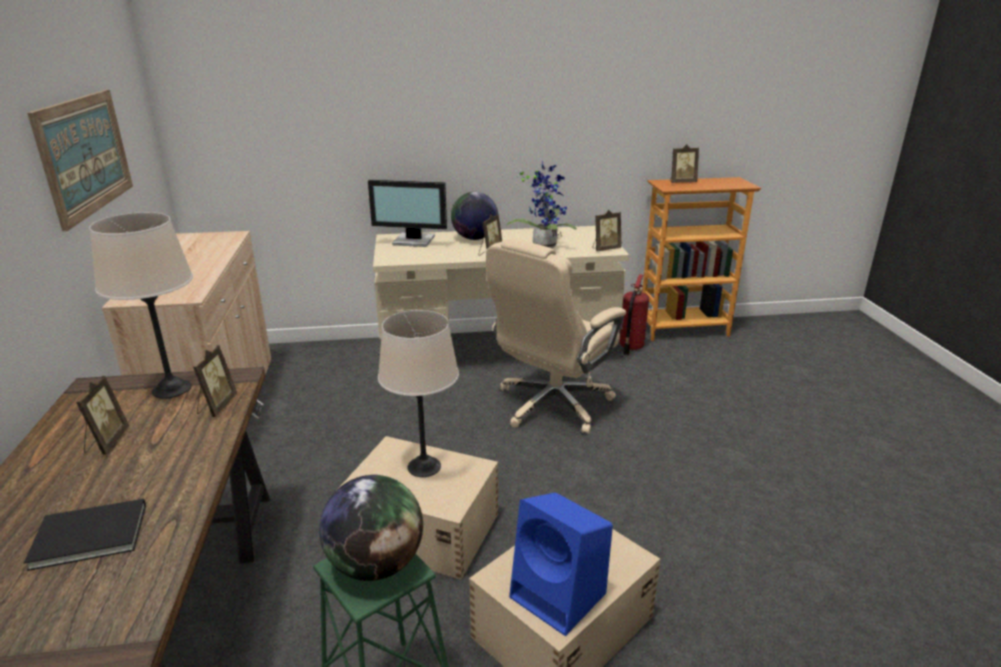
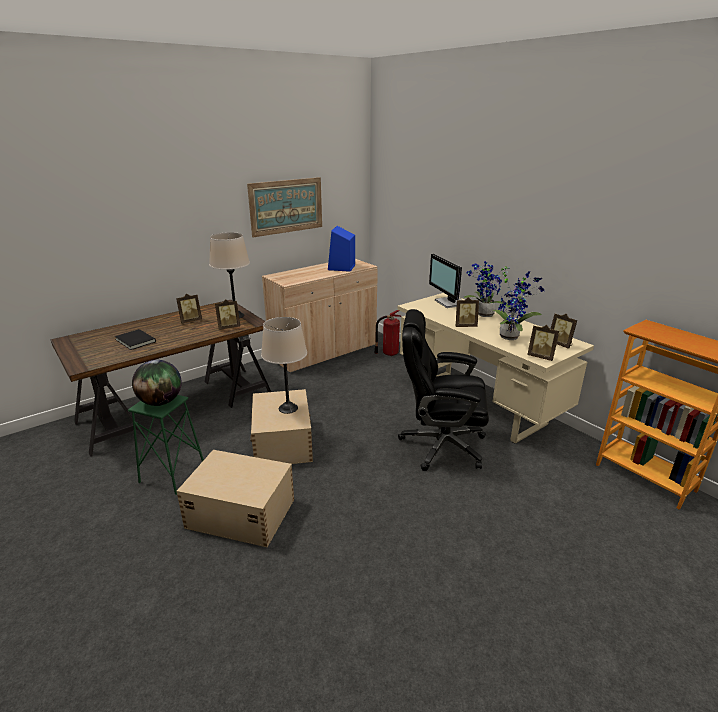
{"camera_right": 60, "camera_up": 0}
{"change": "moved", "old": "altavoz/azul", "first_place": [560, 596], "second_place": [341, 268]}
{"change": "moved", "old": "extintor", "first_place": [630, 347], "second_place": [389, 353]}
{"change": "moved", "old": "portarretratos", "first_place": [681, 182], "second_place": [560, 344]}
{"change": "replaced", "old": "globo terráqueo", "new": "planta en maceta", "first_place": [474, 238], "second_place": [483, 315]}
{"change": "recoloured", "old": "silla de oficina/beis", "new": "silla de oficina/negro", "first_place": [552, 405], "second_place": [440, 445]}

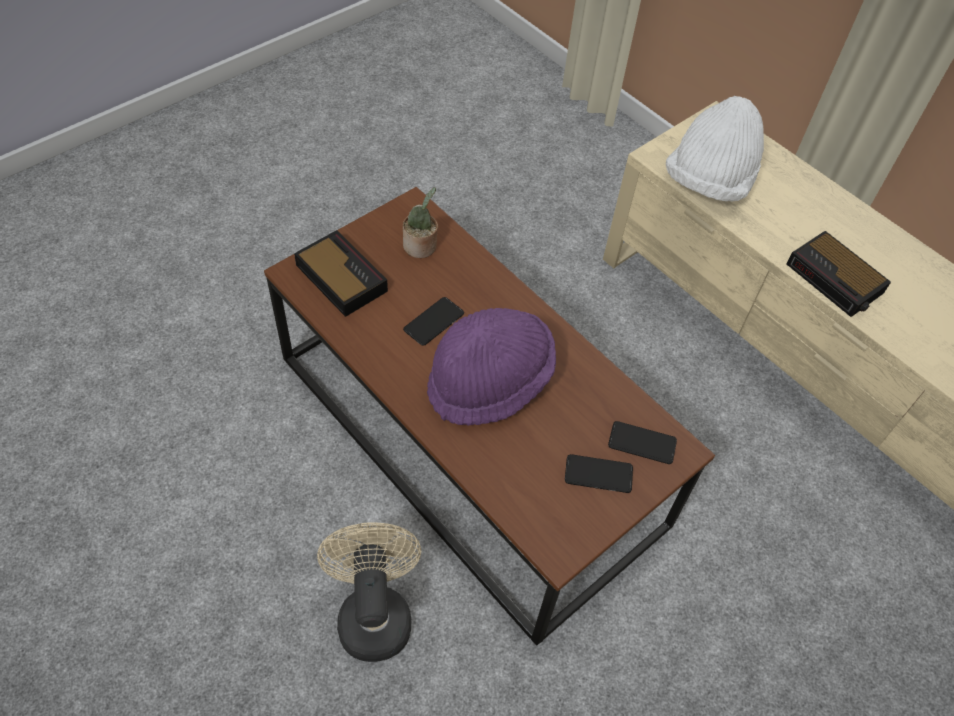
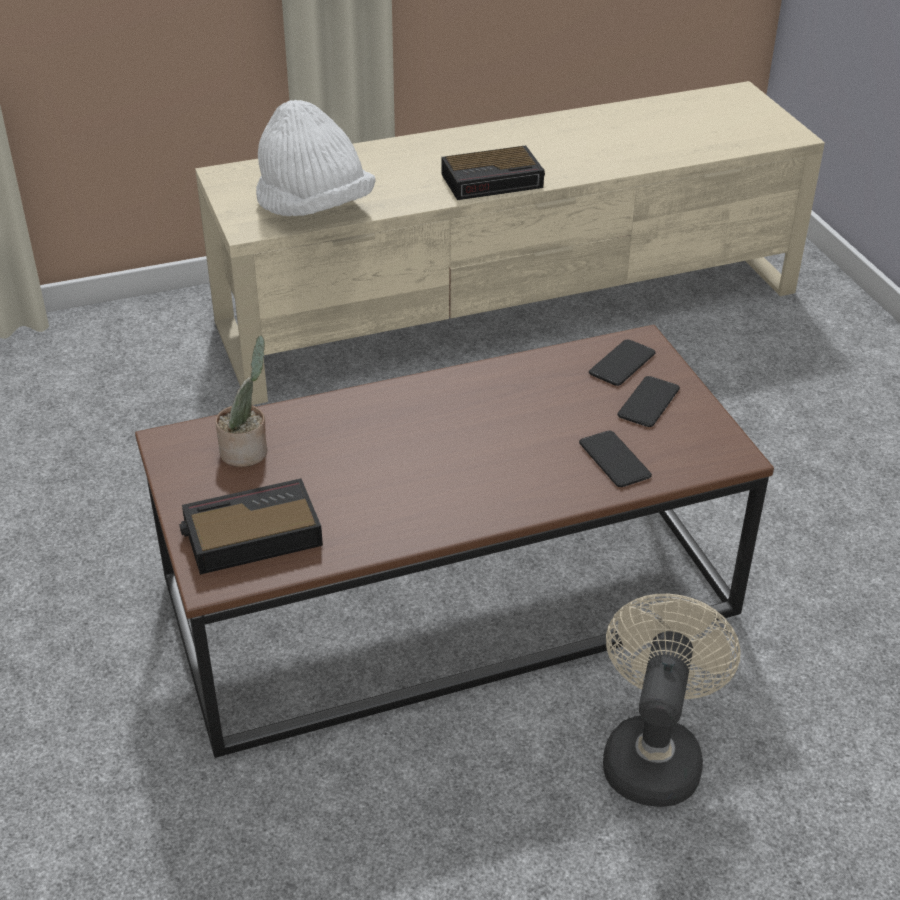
{"camera_right": -65, "camera_up": -15}
{"change": "removed", "old": "sombrero/morado", "first_place": [489, 382]}
{"change": "moved", "old": "móvil", "first_place": [434, 322], "second_place": [614, 460]}
{"change": "turned", "old": "ventilador/beis", "first_place": [373, 612], "second_place": [653, 753], "degrees": 90}

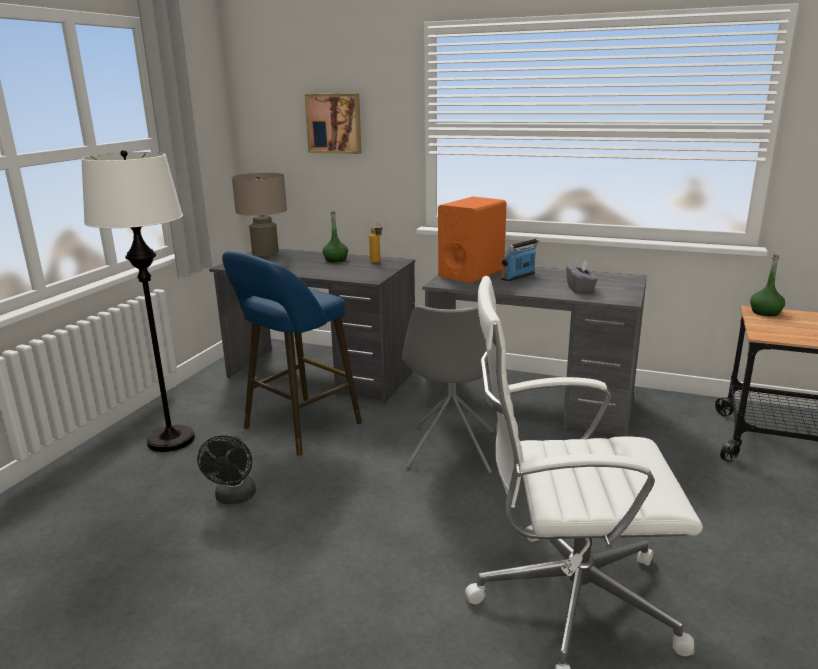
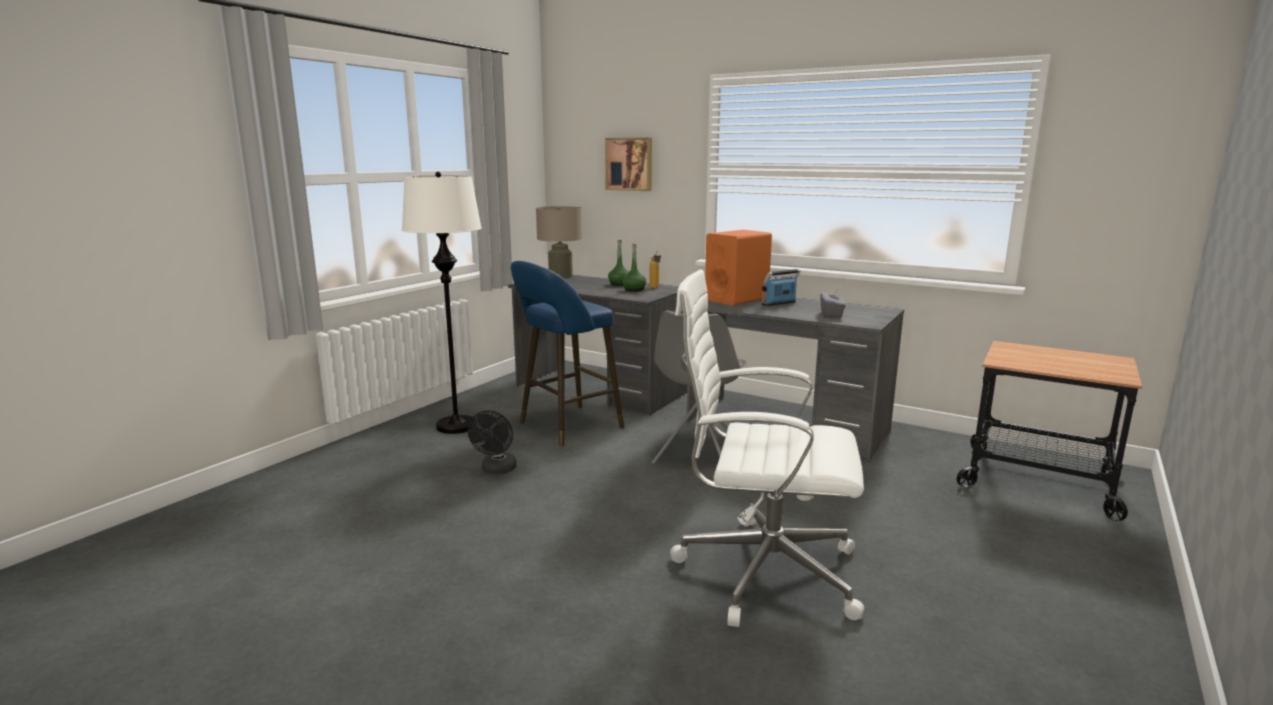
{"camera_right": 10, "camera_up": -5}
{"change": "moved", "old": "botella/verde", "first_place": [765, 312], "second_place": [634, 290]}

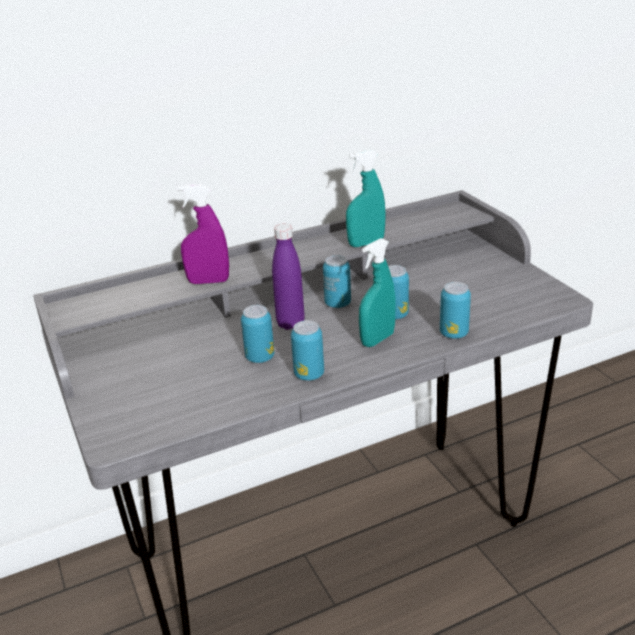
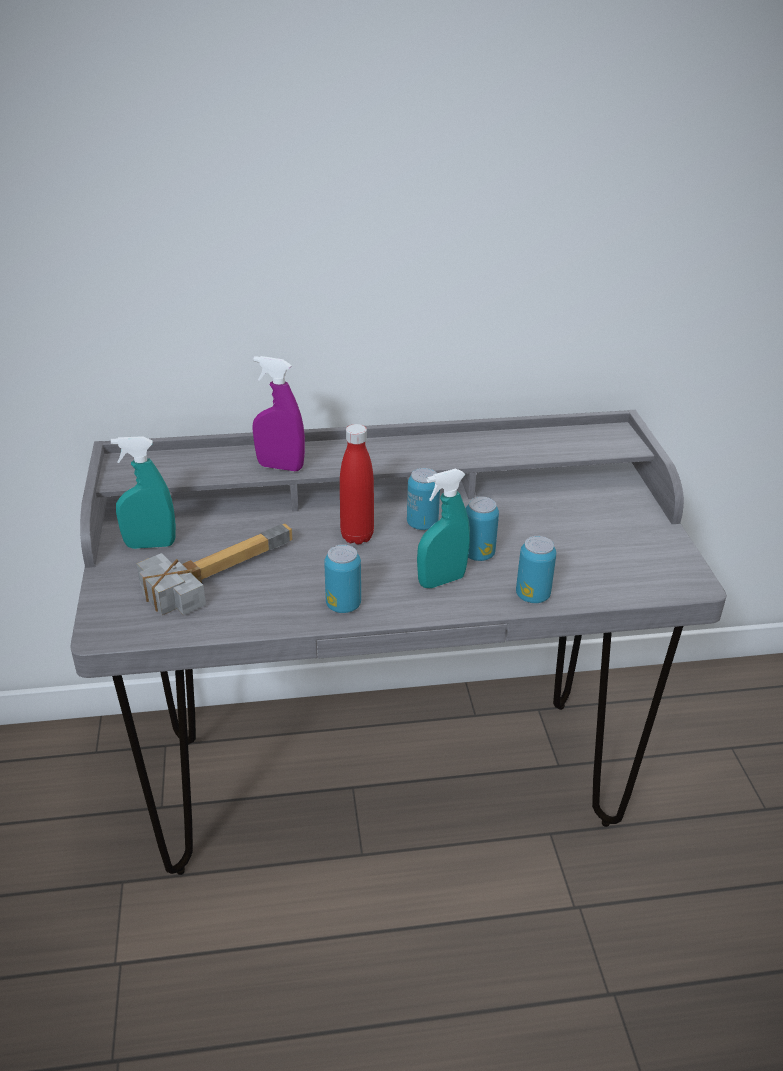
{"camera_right": 15, "camera_up": 5}
{"change": "removed", "old": "lata", "first_place": [260, 357]}
{"change": "added", "new": "martillo", "second_place": [213, 571]}
{"change": "moved", "old": "pulverizador/turquesa", "first_place": [366, 243], "second_place": [150, 545]}
{"change": "recoloured", "old": "botella/morado", "new": "botella/rojo", "first_place": [290, 324], "second_place": [357, 536]}

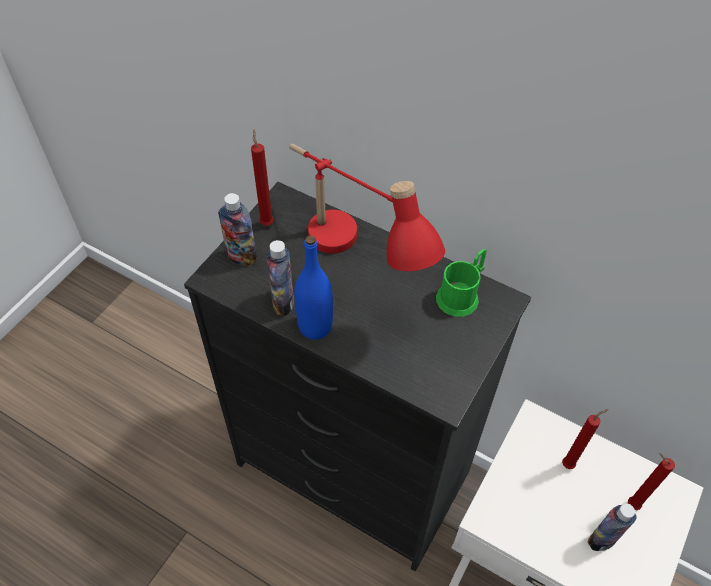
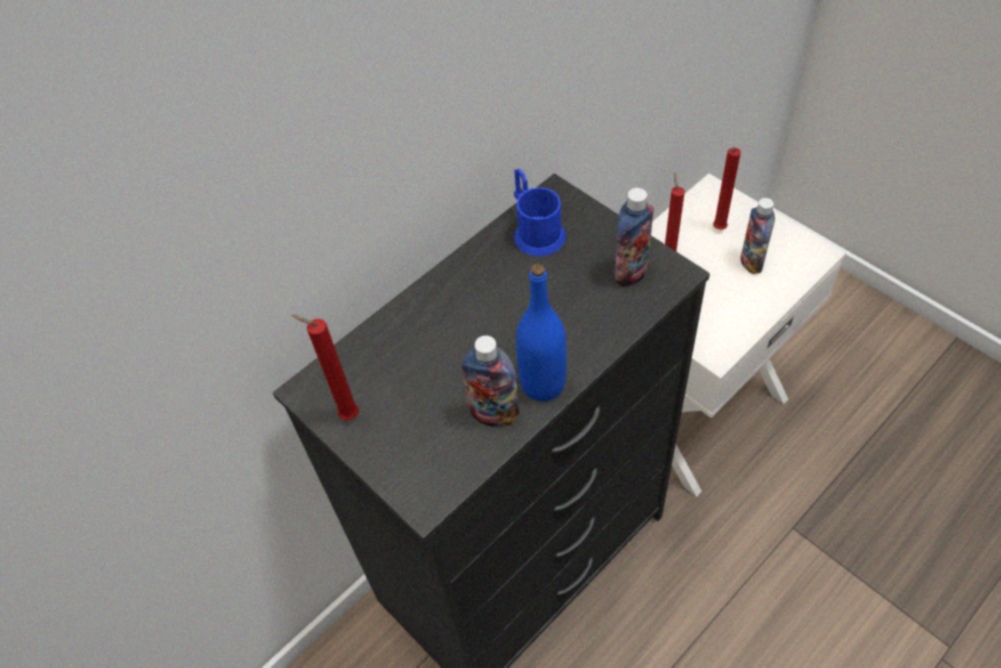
{"camera_right": -70, "camera_up": 0}
{"change": "removed", "old": "lámpara de mesa/rojo", "first_place": [352, 259]}
{"change": "moved", "old": "botella", "first_place": [241, 257], "second_place": [631, 273]}
{"change": "recoloured", "old": "taza grande/verde", "new": "taza grande/azul", "first_place": [461, 295], "second_place": [535, 231]}

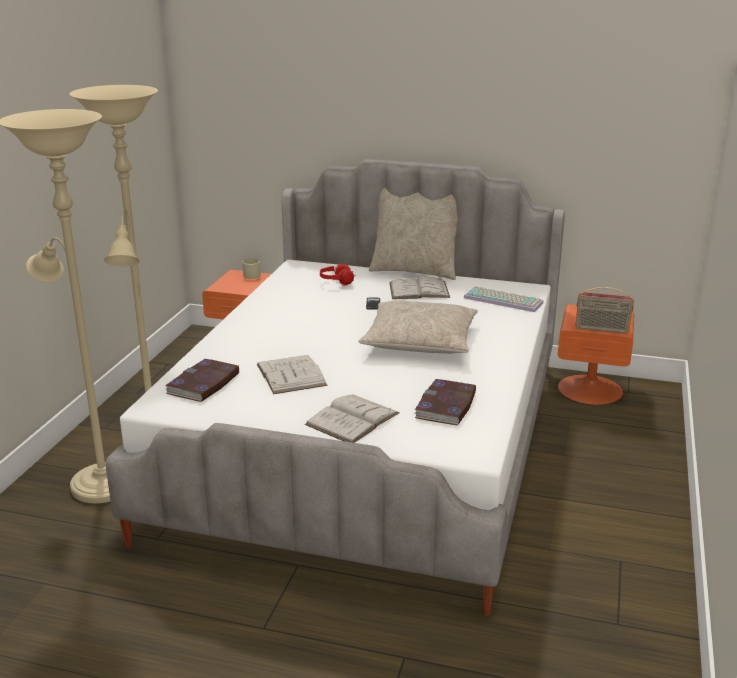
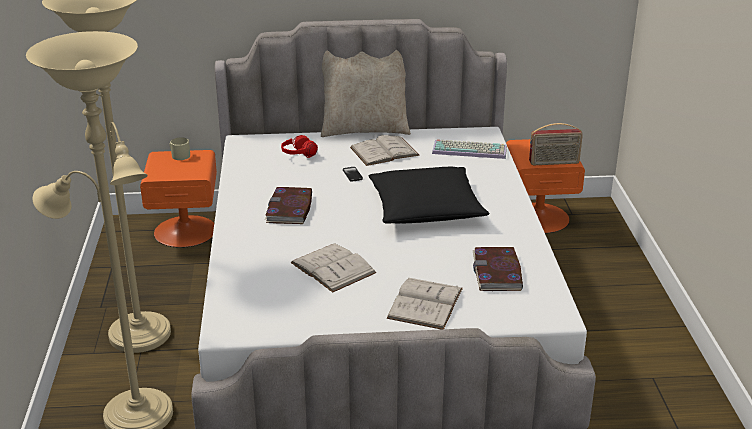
{"camera_right": -20, "camera_up": 5}
{"change": "moved", "old": "libro", "first_place": [203, 384], "second_place": [290, 209]}
{"change": "recoloured", "old": "cojín/beis", "new": "cojín/negro", "first_place": [419, 341], "second_place": [425, 208]}

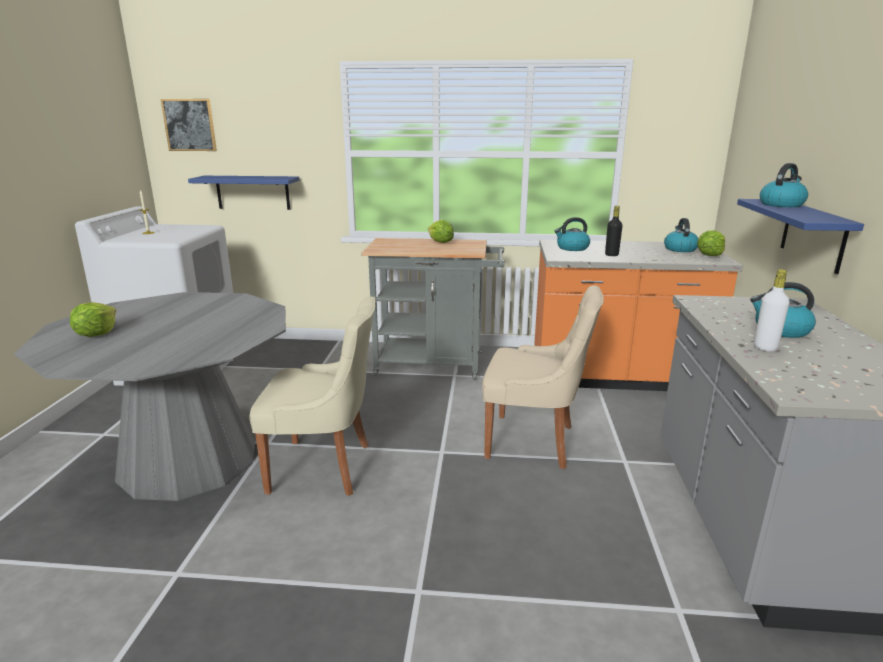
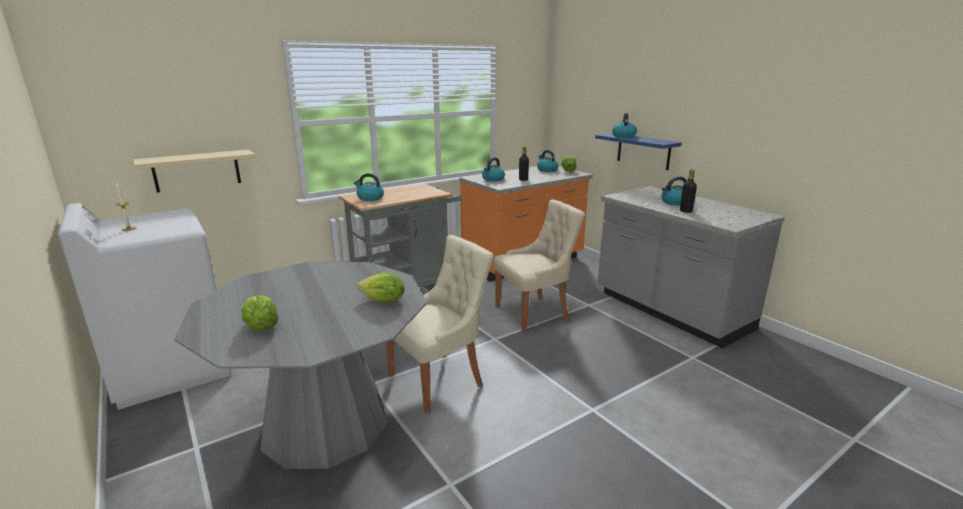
{"camera_right": -40, "camera_up": 0}
{"change": "removed", "old": "cuadro", "first_place": [190, 125]}
{"change": "added", "new": "hervidor", "second_place": [370, 198]}
{"change": "moved", "old": "lechuga", "first_place": [440, 242], "second_place": [383, 301]}
{"change": "recoloured", "old": "estante/azul", "new": "estante/beis", "first_place": [253, 192], "second_place": [197, 170]}
{"change": "recoloured", "old": "botella/blanco", "new": "botella/negro", "first_place": [765, 347], "second_place": [686, 211]}

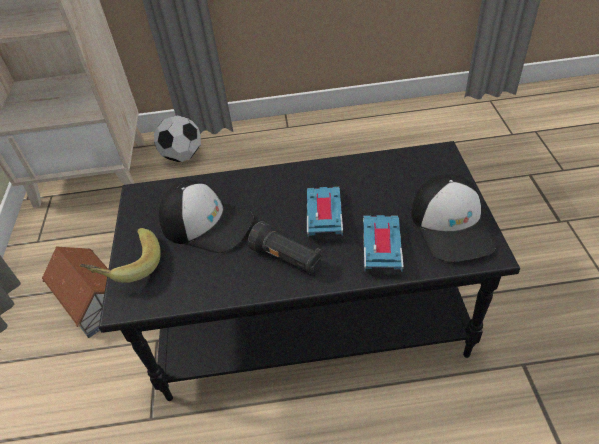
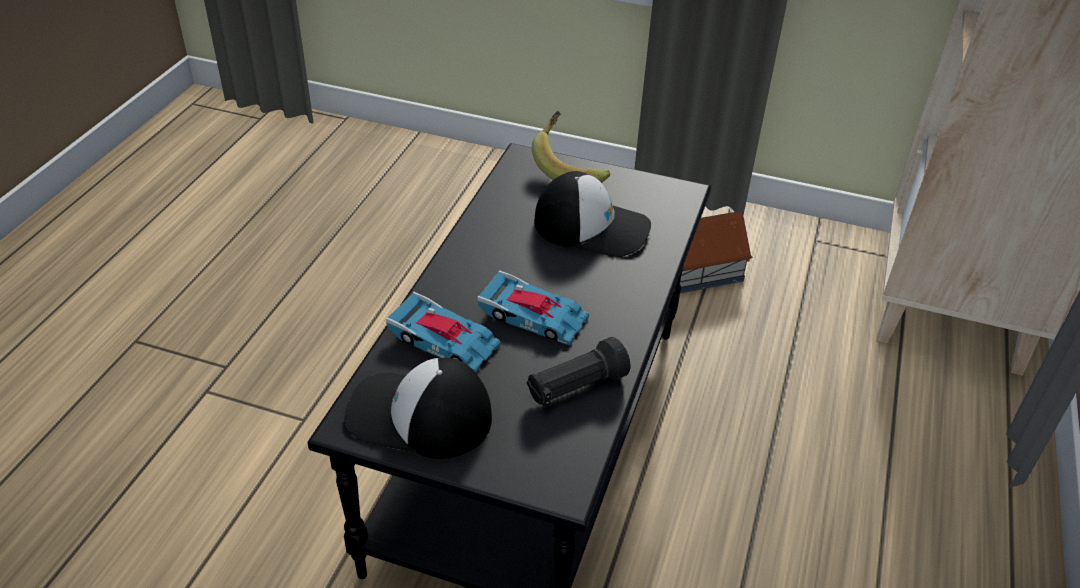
{"camera_right": 110, "camera_up": -5}
{"change": "removed", "old": "balón de fútbol", "first_place": [183, 156]}
{"change": "moved", "old": "linterna/negro", "first_place": [287, 258], "second_place": [576, 387]}
{"change": "turned", "old": "gorra", "first_place": [207, 223], "second_place": [592, 226], "degrees": -120}

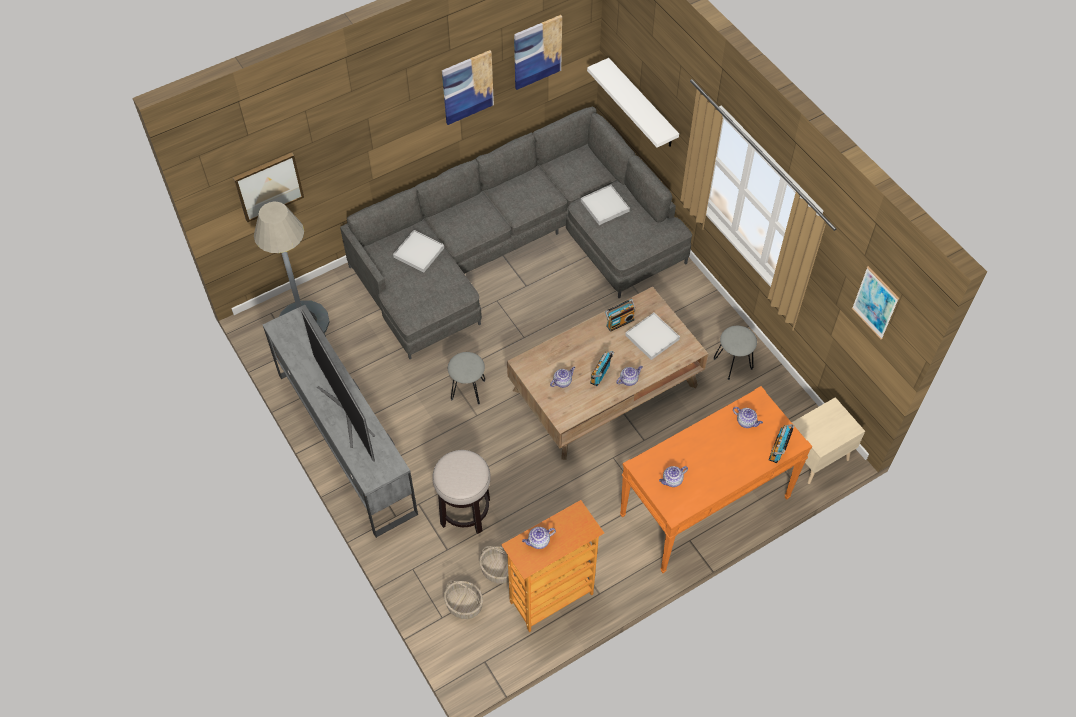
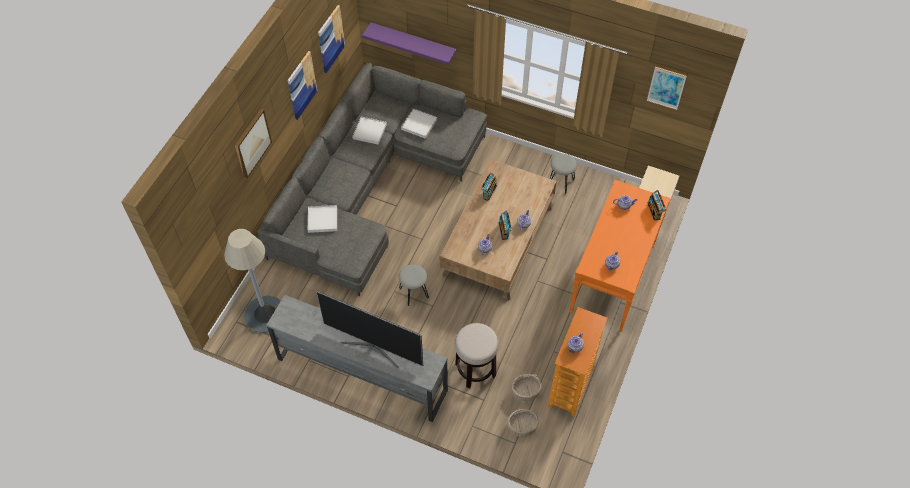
{"camera_right": -35, "camera_up": 0}
{"change": "moved", "old": "cuadro", "first_place": [268, 186], "second_place": [252, 143]}
{"change": "moved", "old": "bandeja/blanco", "first_place": [652, 337], "second_place": [369, 131]}
{"change": "recoloured", "old": "estante/blanco", "new": "estante/morado", "first_place": [642, 104], "second_place": [413, 42]}

